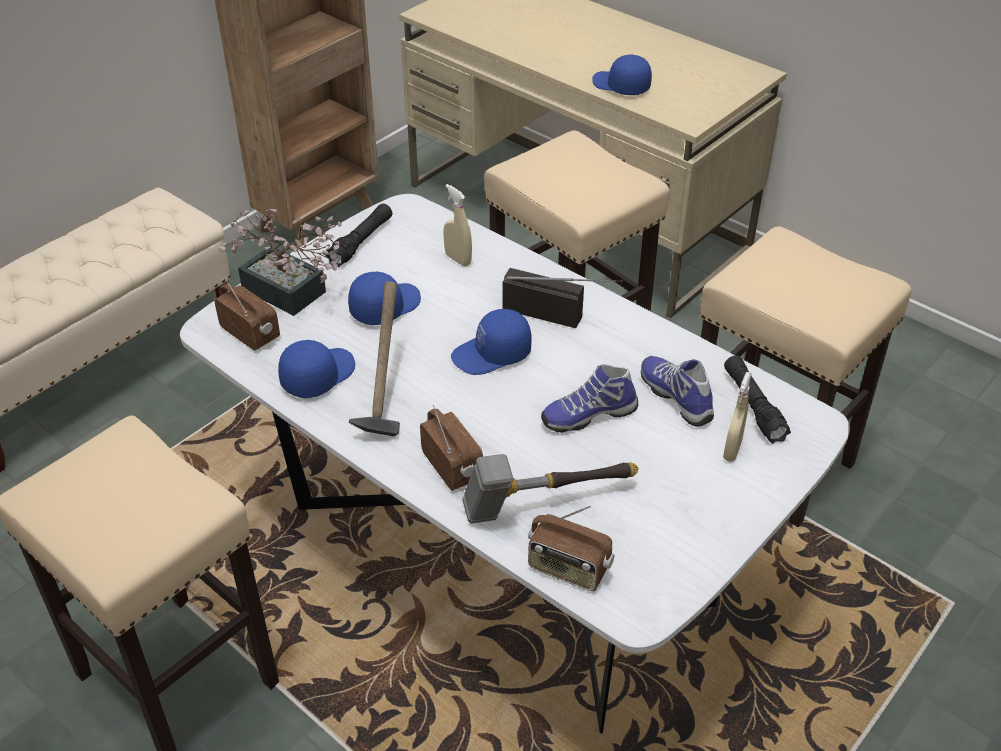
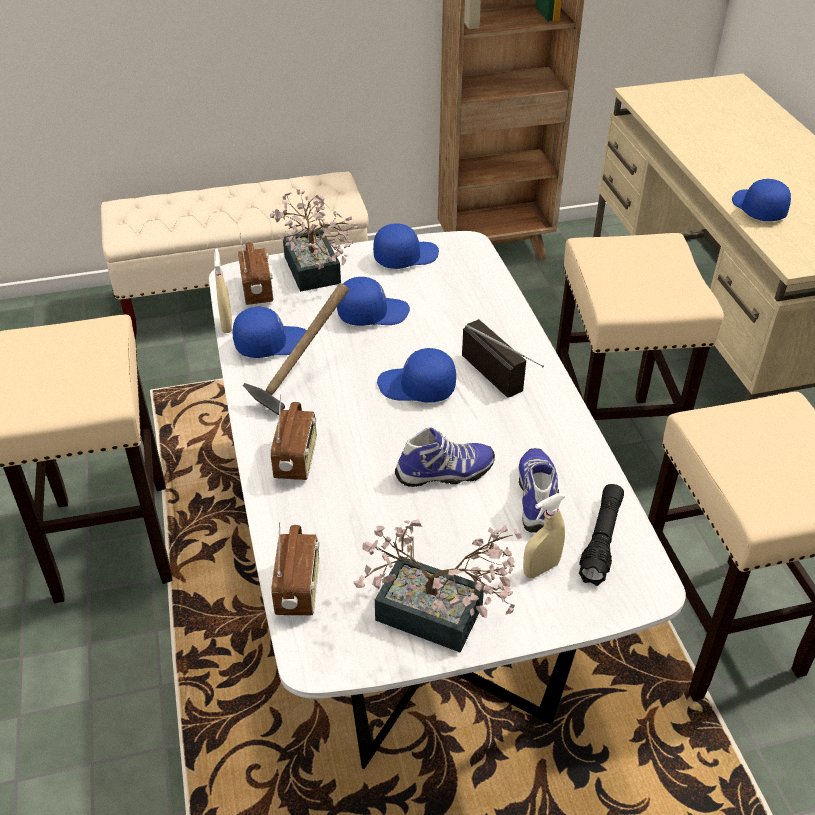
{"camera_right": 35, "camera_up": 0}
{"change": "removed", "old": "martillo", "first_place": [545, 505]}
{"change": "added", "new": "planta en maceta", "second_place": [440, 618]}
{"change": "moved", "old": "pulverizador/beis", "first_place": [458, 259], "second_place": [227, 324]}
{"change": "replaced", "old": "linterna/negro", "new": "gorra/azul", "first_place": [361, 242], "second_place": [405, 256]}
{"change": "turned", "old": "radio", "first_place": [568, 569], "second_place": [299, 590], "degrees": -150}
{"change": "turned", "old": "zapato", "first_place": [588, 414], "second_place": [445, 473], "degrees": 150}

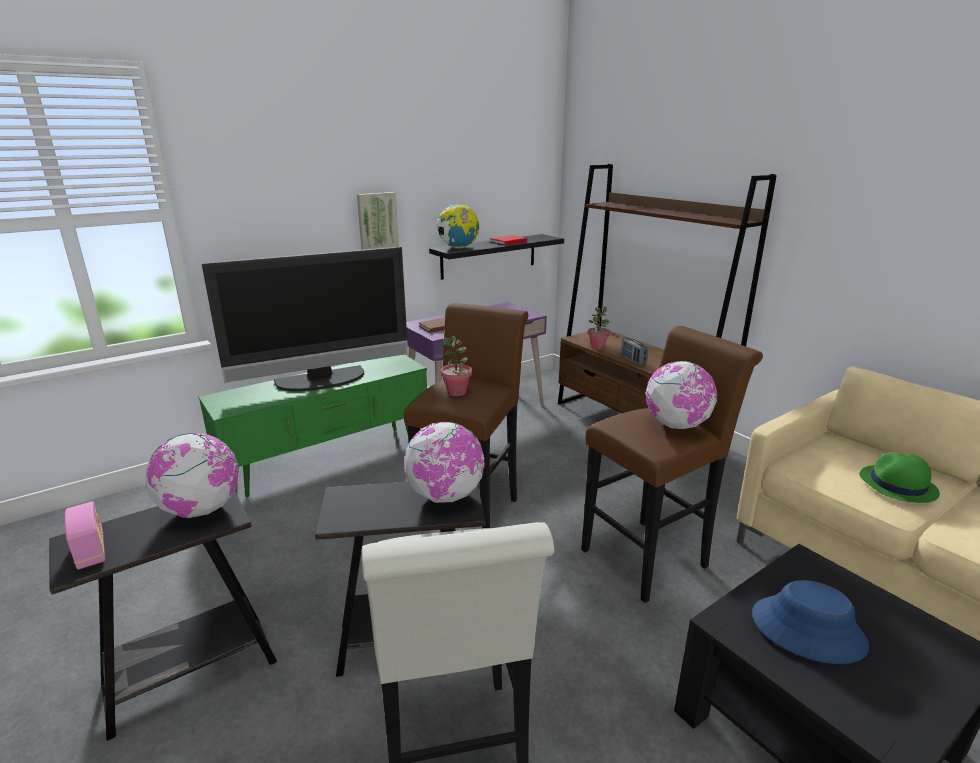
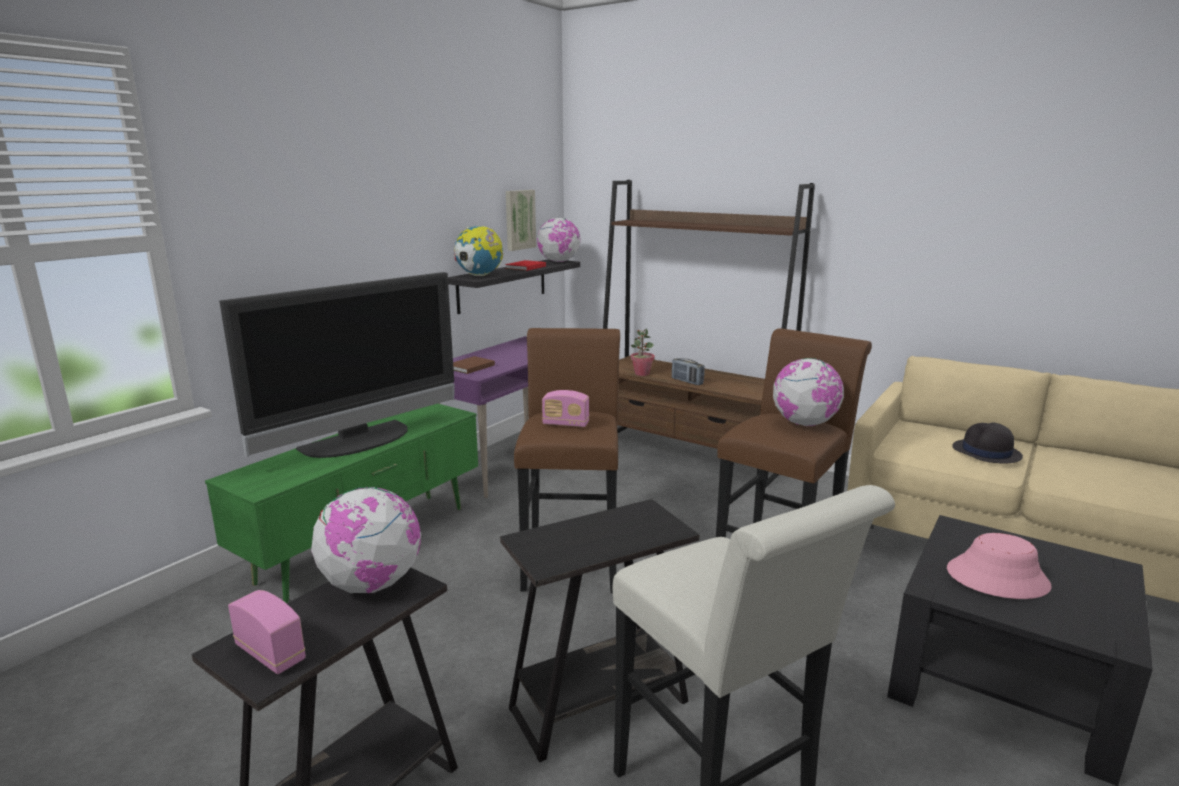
{"camera_right": -20, "camera_up": -5}
{"change": "moved", "old": "cuadro", "first_place": [377, 223], "second_place": [519, 219]}
{"change": "moved", "old": "globo terráqueo", "first_place": [445, 496], "second_place": [559, 261]}
{"change": "replaced", "old": "planta en maceta", "new": "radio", "first_place": [457, 392], "second_place": [565, 424]}
{"change": "recoloured", "old": "sombrero/azul", "new": "sombrero/rosa", "first_place": [808, 629], "second_place": [997, 578]}
{"change": "recoloured", "old": "sombrero/verde", "new": "sombrero/negro", "first_place": [897, 485], "second_place": [986, 452]}

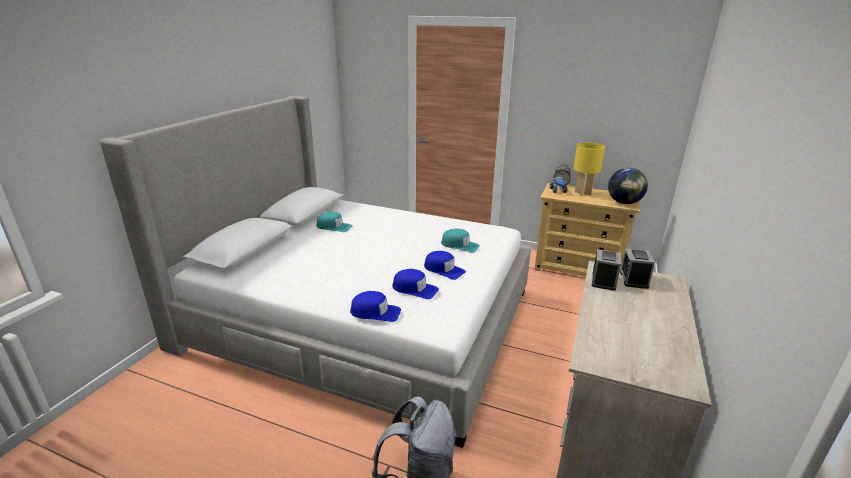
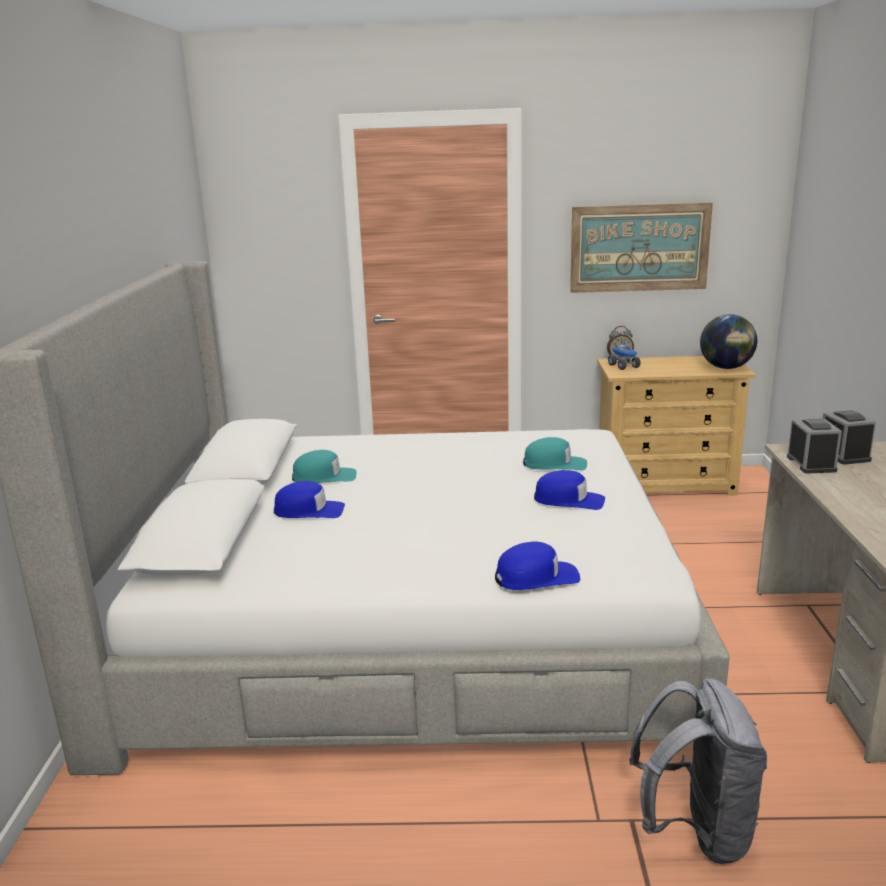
{"camera_right": -20, "camera_up": -5}
{"change": "removed", "old": "lámpara de mesa/amarillo", "first_place": [583, 193]}
{"change": "added", "new": "cuadro", "second_place": [639, 248]}
{"change": "moved", "old": "gorra/azul", "first_place": [415, 289], "second_place": [309, 510]}

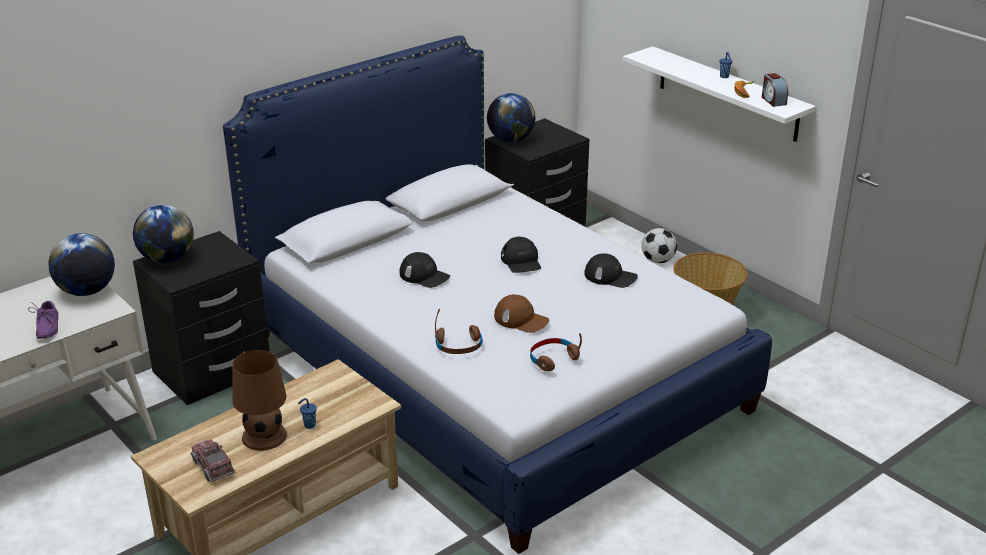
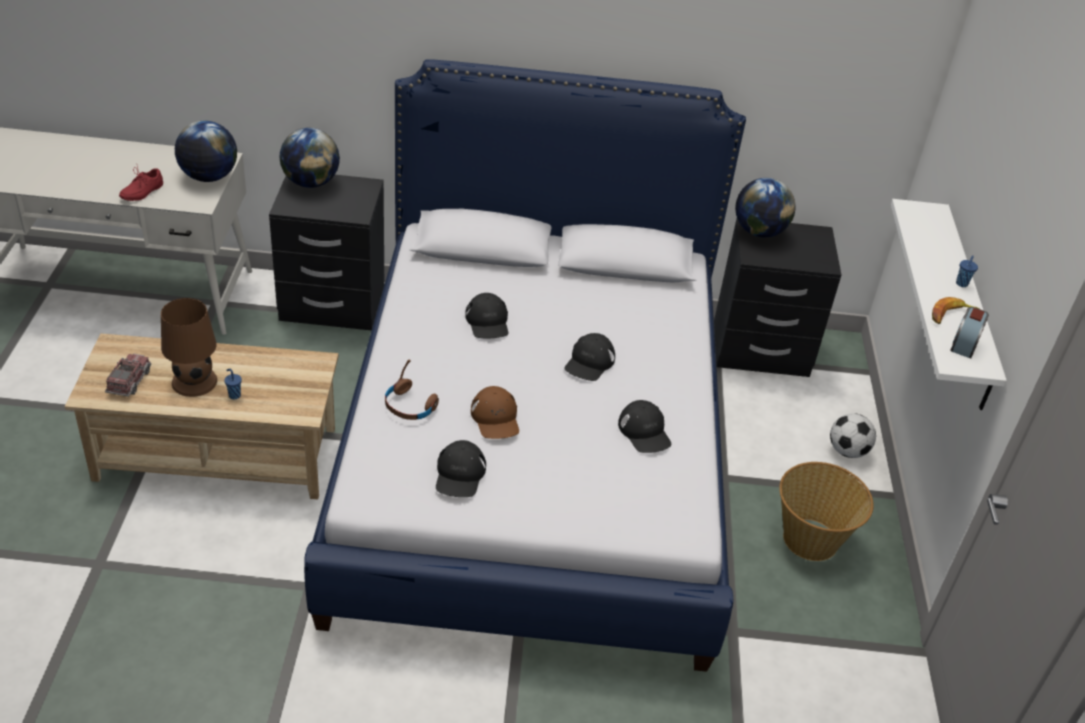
{"camera_right": 40, "camera_up": 10}
{"change": "replaced", "old": "auriculares/marrón", "new": "gorra/negro", "first_place": [553, 359], "second_place": [460, 474]}
{"change": "recoloured", "old": "zapato/morado", "new": "zapato/rojo", "first_place": [46, 328], "second_place": [141, 192]}

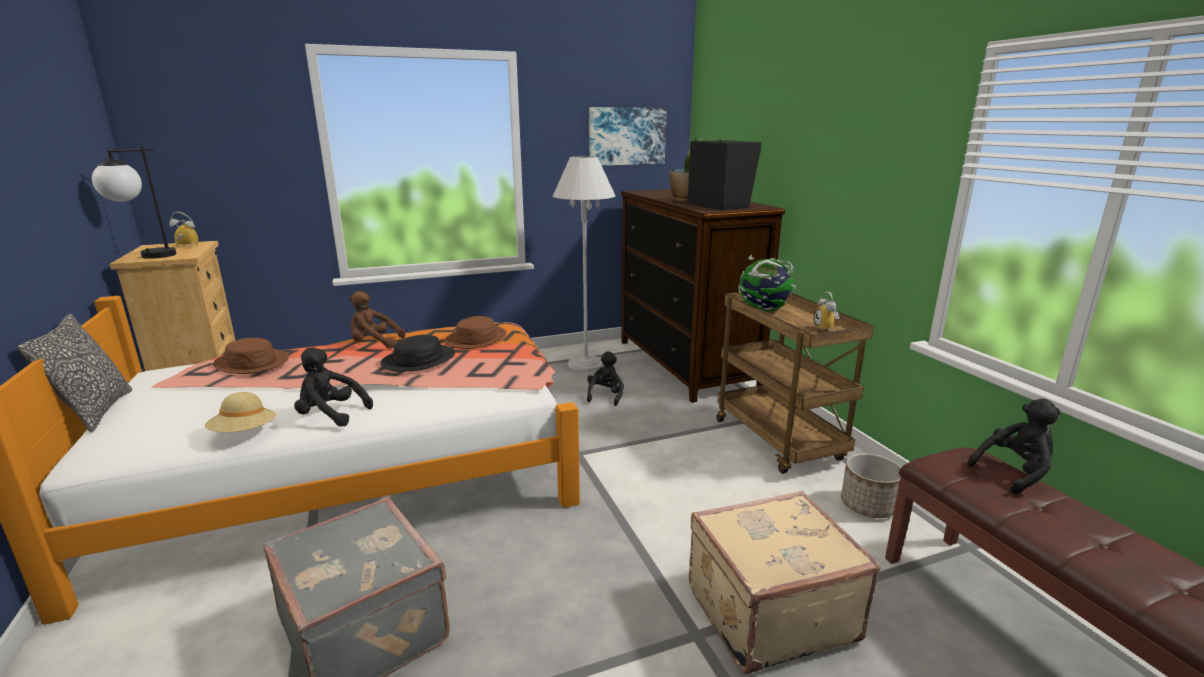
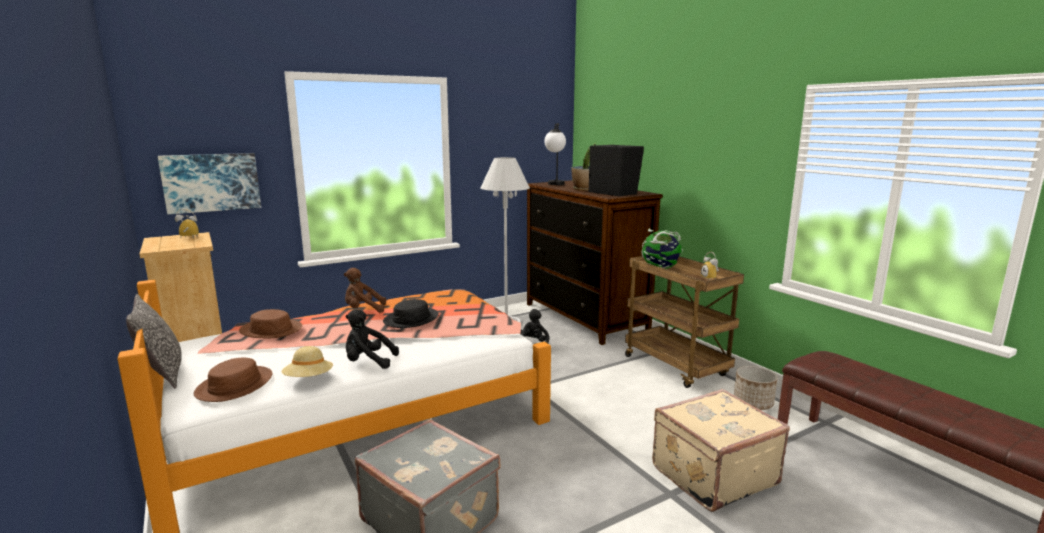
{"camera_right": -10, "camera_up": -5}
{"change": "removed", "old": "peluche/negro", "first_place": [1014, 473]}
{"change": "moved", "old": "lámpara de mesa", "first_place": [147, 258], "second_place": [555, 184]}
{"change": "moved", "old": "sombrero/marrón", "first_place": [476, 339], "second_place": [235, 385]}
{"change": "moved", "old": "cuadro", "first_place": [626, 136], "second_place": [211, 182]}

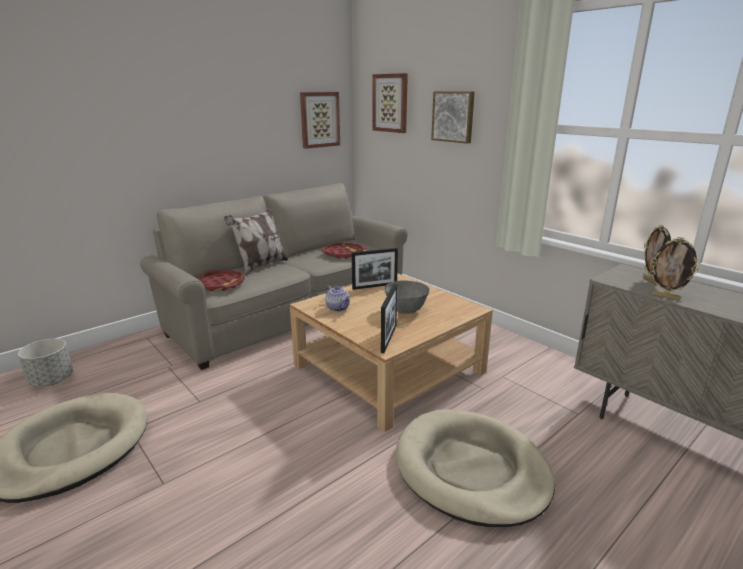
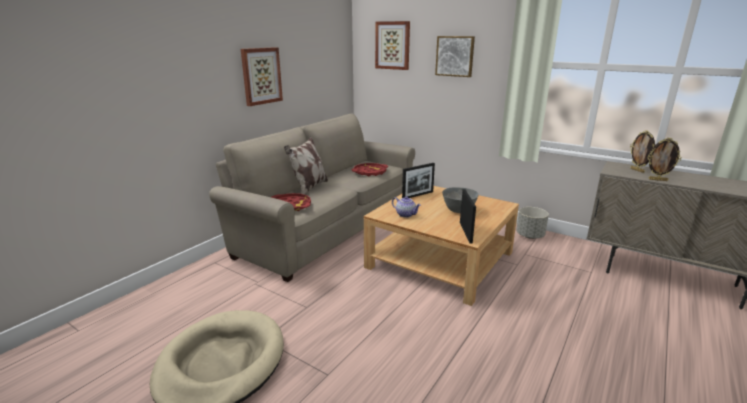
{"camera_right": -15, "camera_up": 0}
{"change": "removed", "old": "cama para perro/beis", "first_place": [471, 470]}
{"change": "moved", "old": "maceta/gris", "first_place": [52, 380], "second_place": [530, 235]}
{"change": "moved", "old": "cuadro", "first_place": [319, 119], "second_place": [261, 76]}

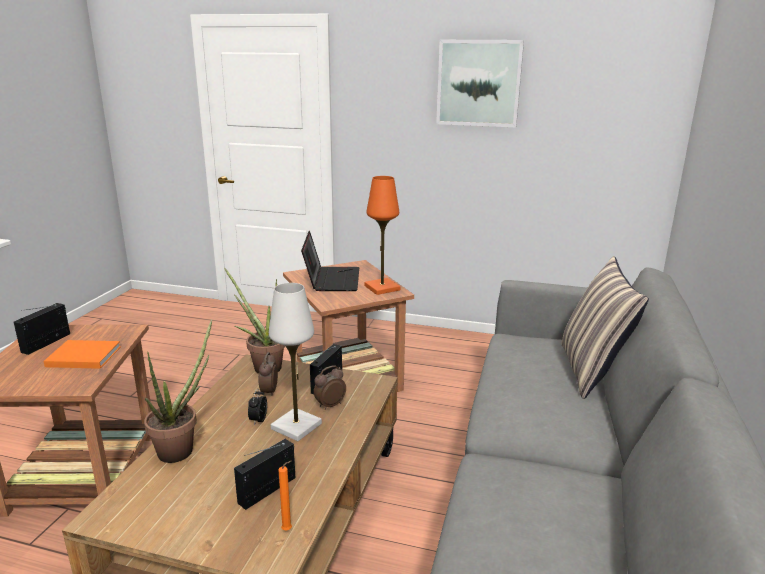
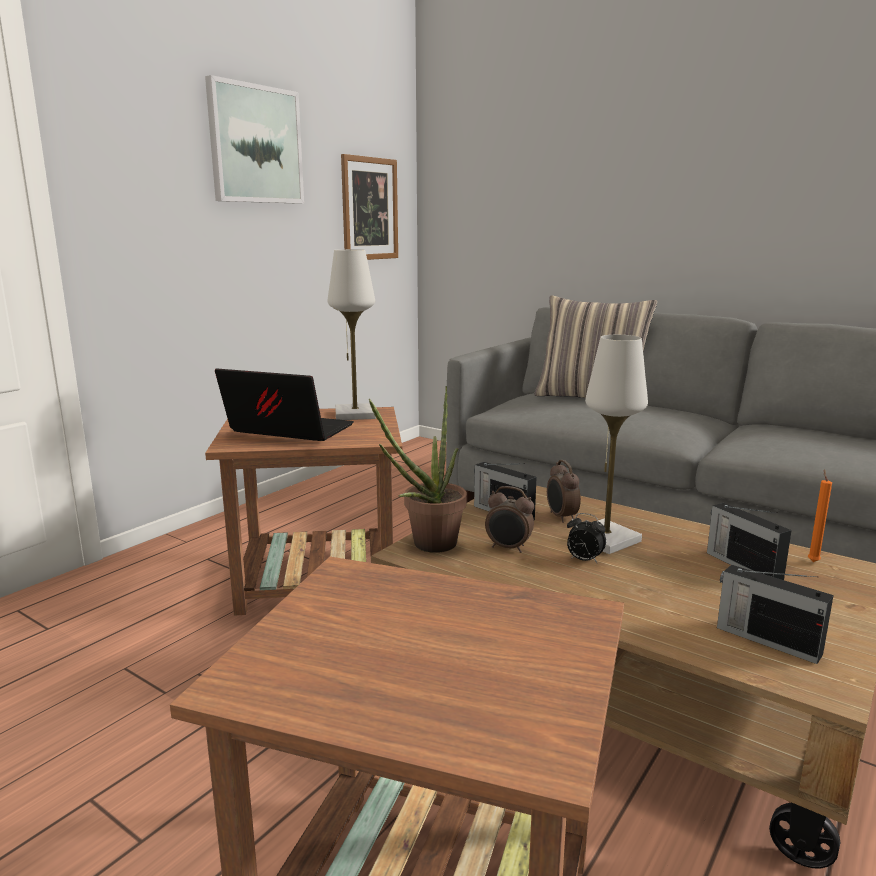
{"camera_right": -70, "camera_up": -5}
{"change": "removed", "old": "libro/naranja", "first_place": [82, 356]}
{"change": "removed", "old": "planta en maceta", "first_place": [182, 448]}
{"change": "added", "new": "cuadro", "second_place": [370, 209]}
{"change": "moved", "old": "radio", "first_place": [47, 342], "second_place": [766, 640]}
{"change": "recoloured", "old": "lámpara de mesa/naranja", "new": "lámpara de mesa/blanco", "first_place": [382, 288], "second_place": [355, 414]}

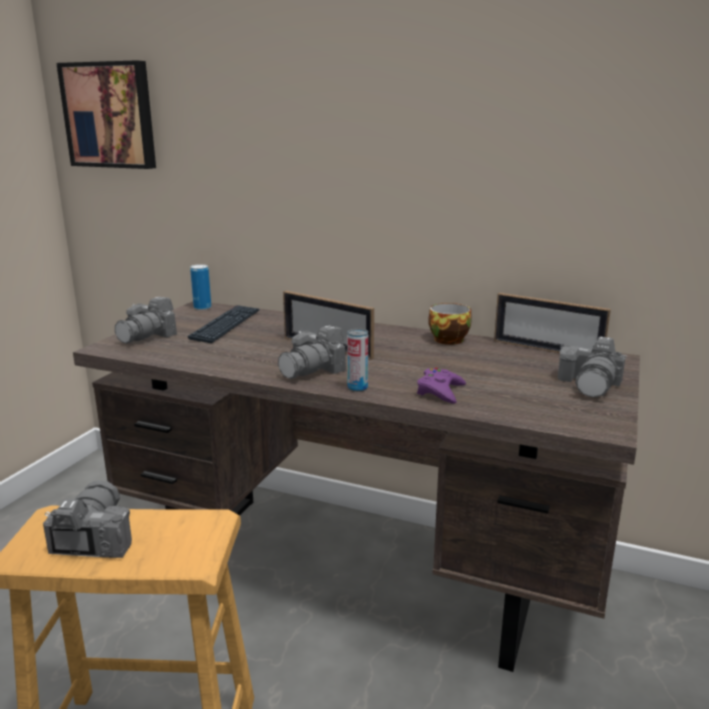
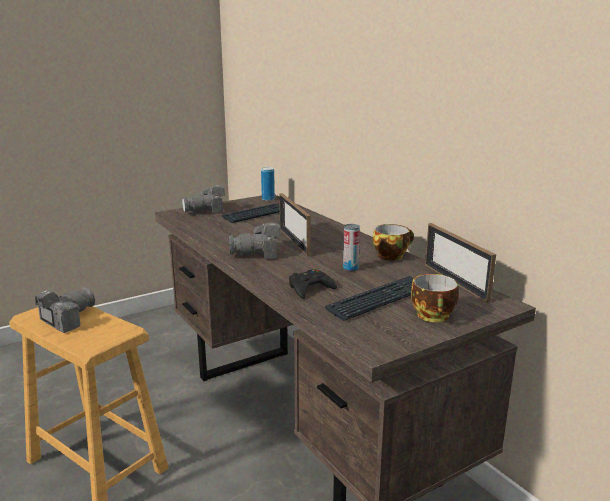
{"camera_right": 35, "camera_up": 0}
{"change": "removed", "old": "cuadro", "first_place": [110, 115]}
{"change": "added", "new": "teclado", "second_place": [379, 299]}
{"change": "moved", "old": "lata", "first_place": [357, 388], "second_place": [350, 268]}
{"change": "replaced", "old": "cámara", "new": "taza", "first_place": [591, 385], "second_place": [434, 316]}
{"change": "recoloured", "old": "mando de consola/morado", "new": "mando de consola/negro", "first_place": [440, 391], "second_place": [310, 288]}

